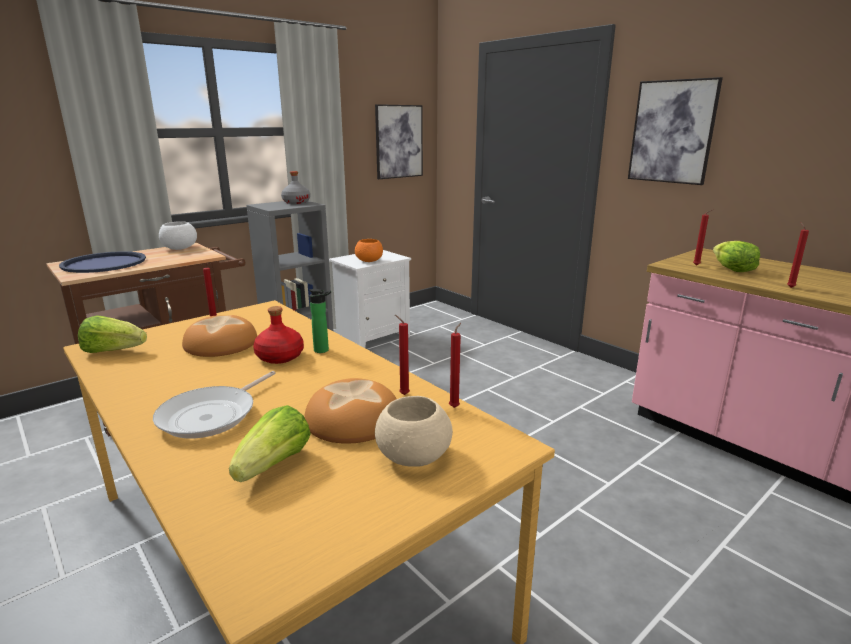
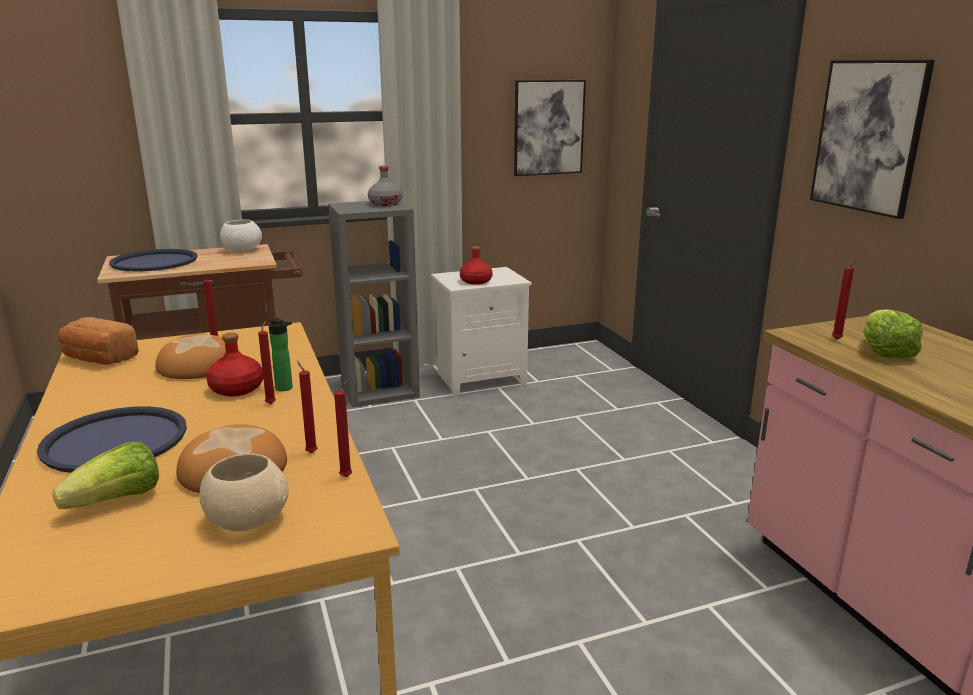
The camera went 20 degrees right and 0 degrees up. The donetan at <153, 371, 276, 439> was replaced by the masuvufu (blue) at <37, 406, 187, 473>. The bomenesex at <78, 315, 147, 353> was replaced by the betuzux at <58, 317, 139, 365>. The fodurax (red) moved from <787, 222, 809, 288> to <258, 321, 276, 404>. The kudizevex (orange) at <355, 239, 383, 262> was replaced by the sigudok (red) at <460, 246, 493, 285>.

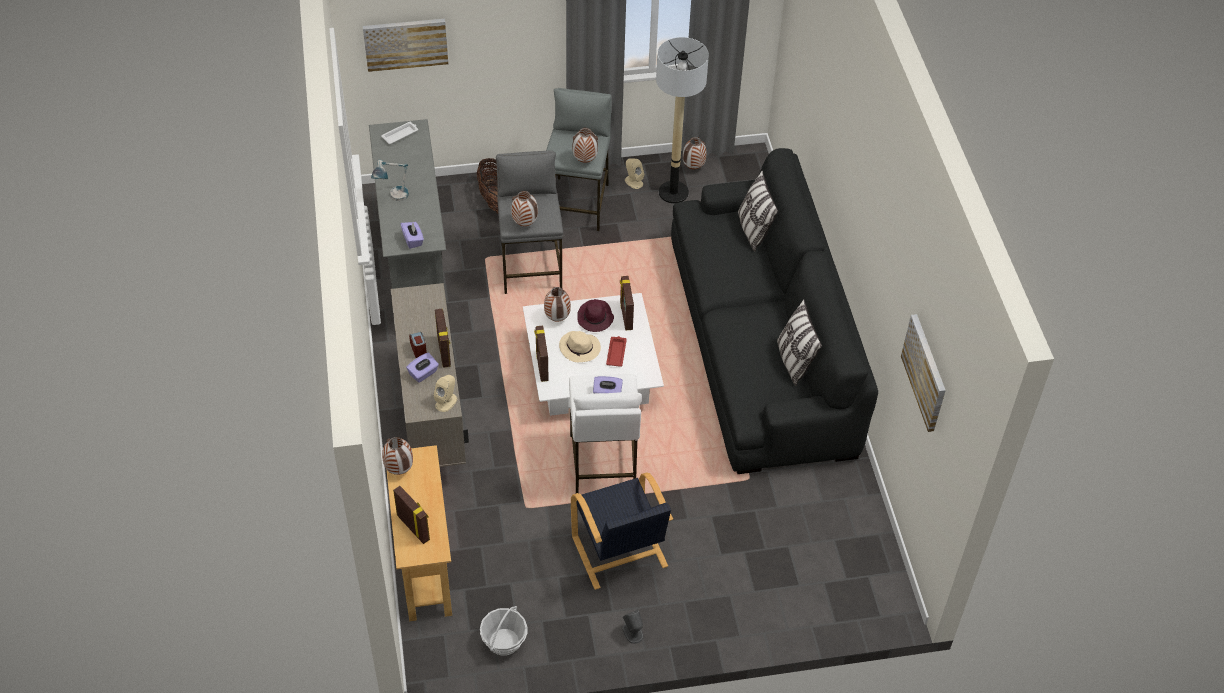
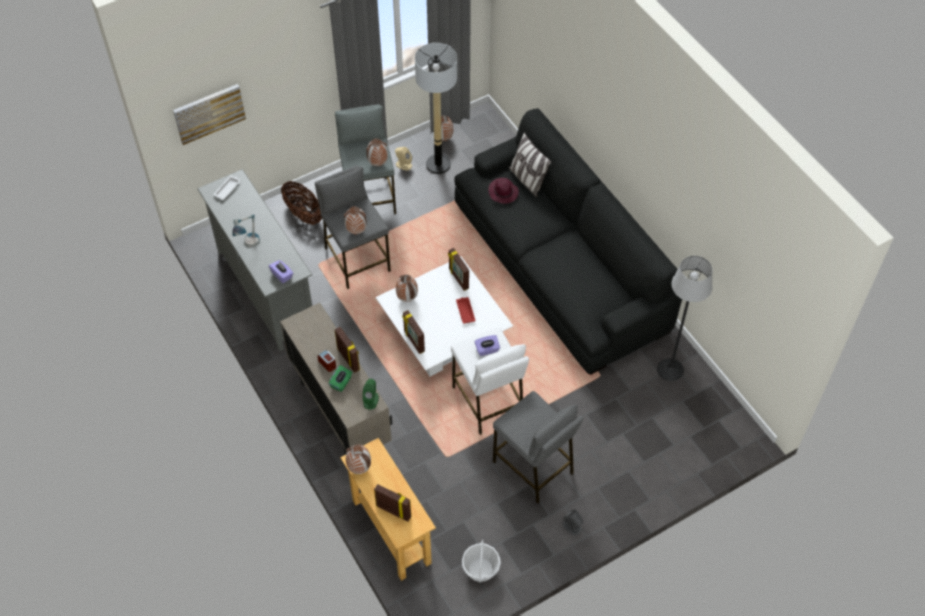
The camera went 20 degrees left and 5 degrees up. The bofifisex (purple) at <406, 352, 439, 383> became the bofifisex (green) at <329, 365, 353, 392>. The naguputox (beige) at <433, 375, 457, 412> became the naguputox (green) at <363, 379, 379, 410>. The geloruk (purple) moved from <577, 299, 614, 332> to <488, 178, 519, 204>. The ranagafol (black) at <571, 472, 673, 590> was replaced by the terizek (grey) at <493, 391, 584, 504>. The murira at <657, 256, 713, 381> appeared. The geloruk (beige) at <559, 331, 601, 362> disappeared. The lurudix at <777, 299, 822, 386> disappeared. The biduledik at <901, 314, 946, 432> disappeared.

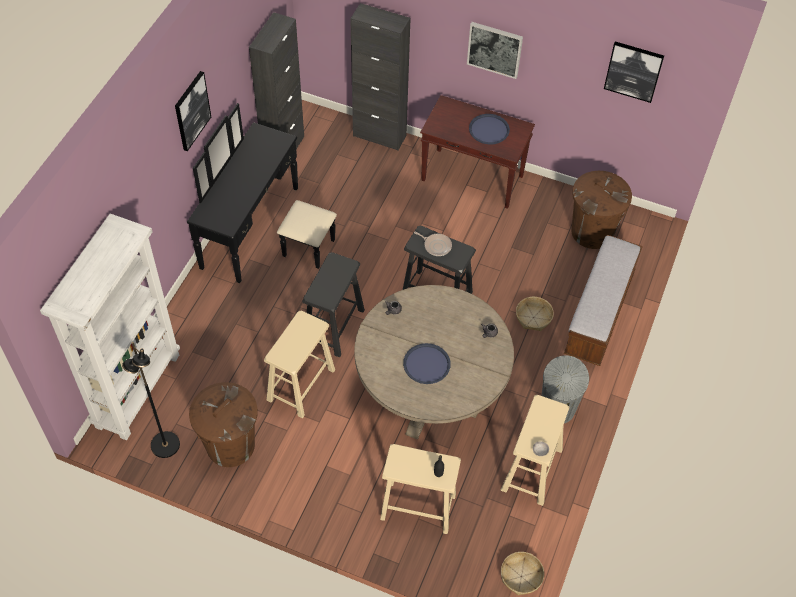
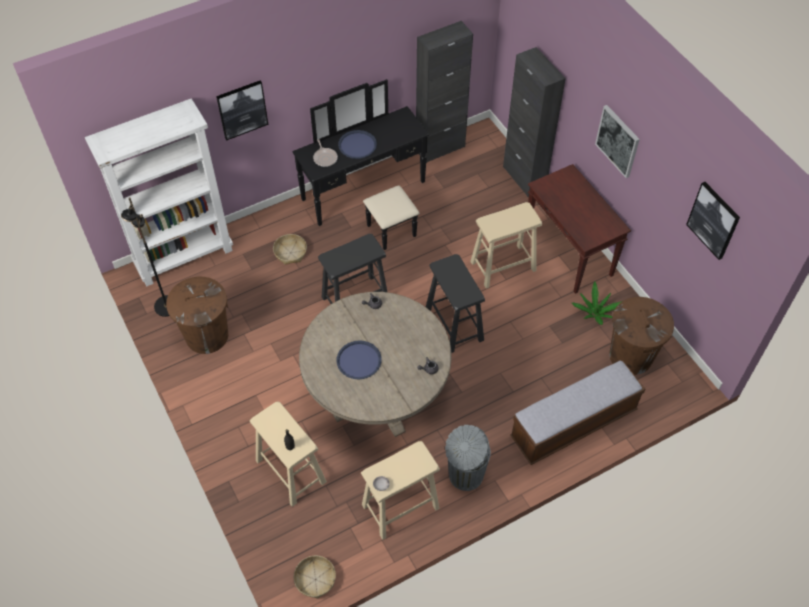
The camera went 40 degrees right and 0 degrees up. The biduledik moved from <175, 71, 211, 151> to <216, 81, 268, 141>. The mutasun moved from <516, 297, 554, 331> to <273, 234, 307, 265>. The donetan moved from <414, 232, 452, 256> to <313, 139, 338, 167>. The masuvufu (blue) moved from <469, 114, 510, 144> to <338, 130, 377, 159>. The terizek (beige) moved from <264, 311, 335, 418> to <470, 202, 542, 288>. The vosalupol at <572, 281, 622, 325> appeared.

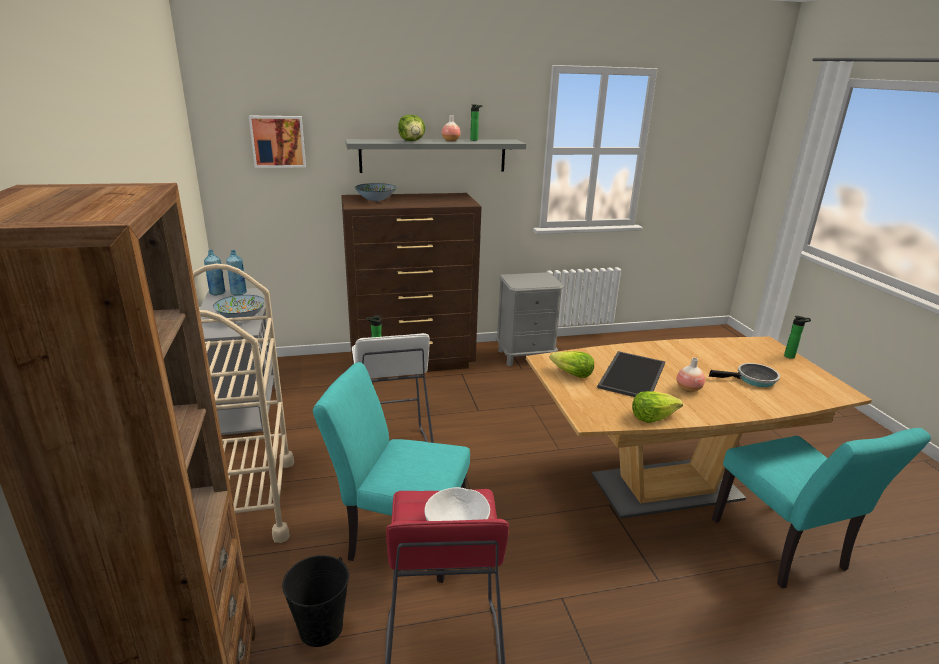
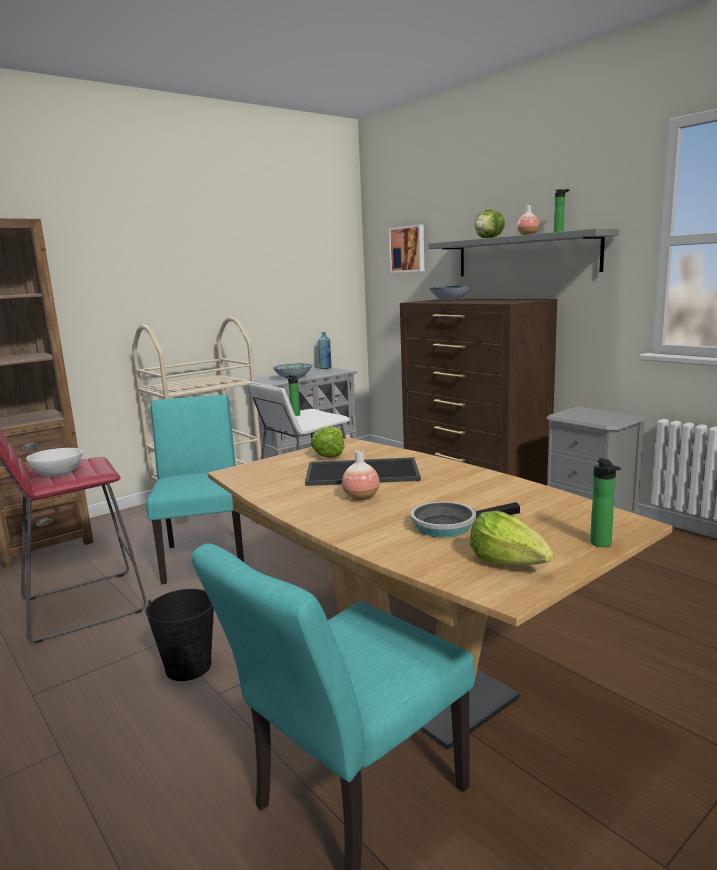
The camera went 65 degrees right and 10 degrees down. The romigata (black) moved from <282, 555, 349, 647> to <145, 589, 214, 681>. The donetan at <709, 363, 780, 387> turned 105 degrees clockwise. The bomenesex moved from <632, 391, 683, 423> to <470, 510, 553, 566>. The sigudok (blue) at <226, 250, 247, 295> disappeared.

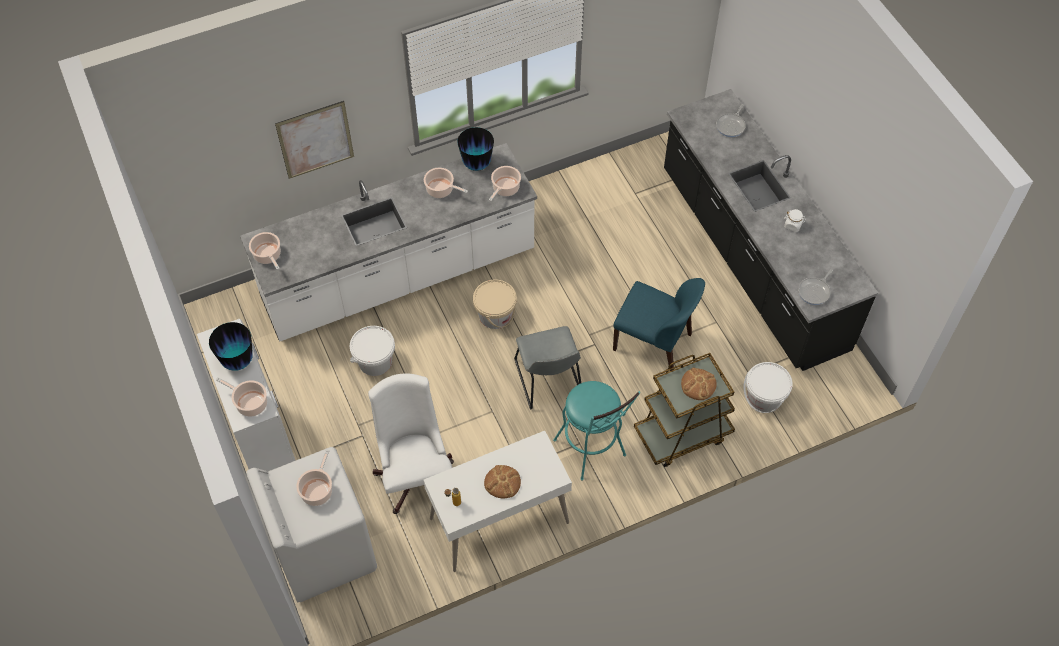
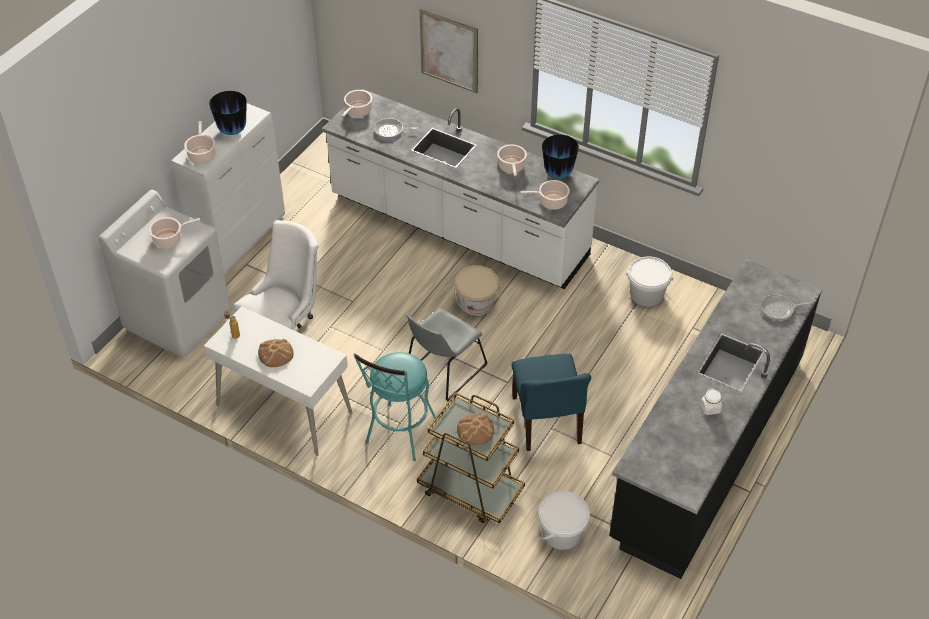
The camera went 55 degrees right and 10 degrees down. The donetan moved from <798, 269, 833, 305> to <374, 118, 418, 139>. The romigata (white) moved from <350, 326, 395, 376> to <626, 256, 673, 307>.

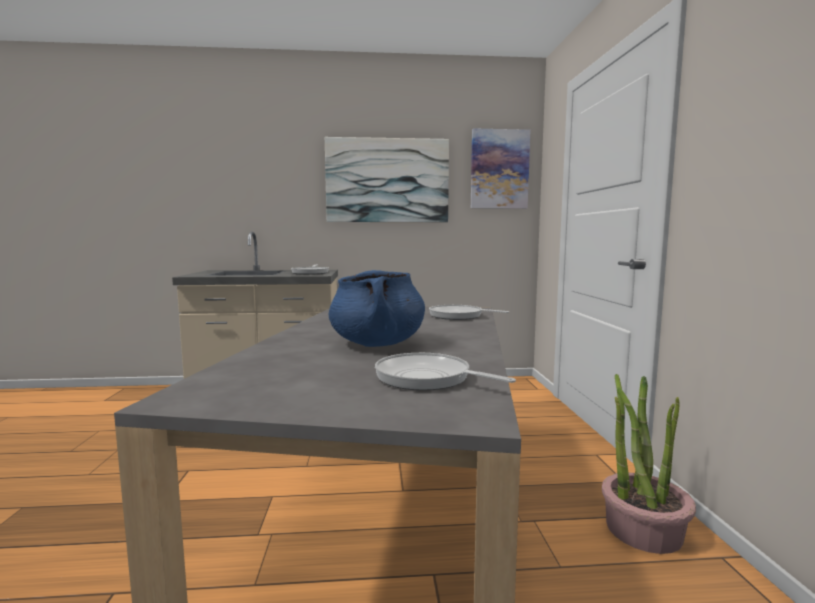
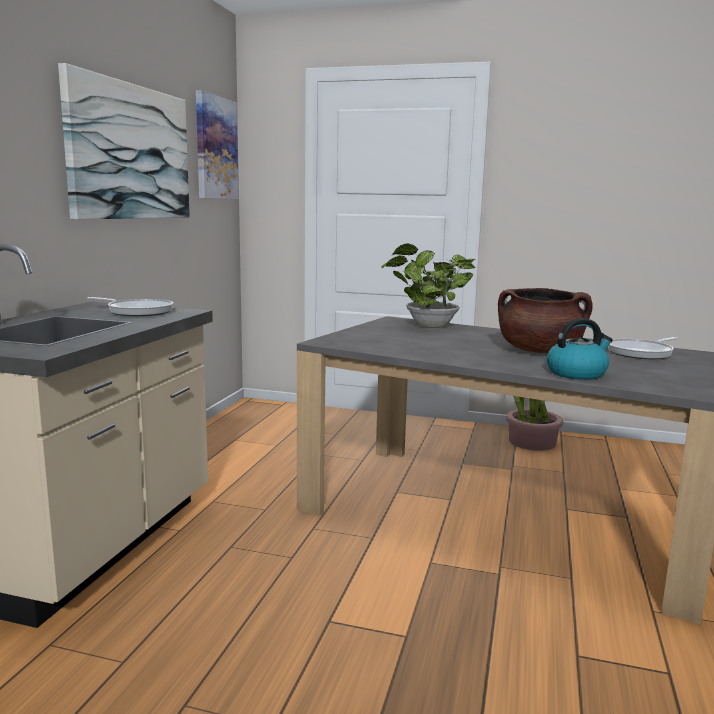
The camera went 70 degrees left and 5 degrees up. The donetan at <429, 305, 509, 320> was replaced by the vosalupol at <381, 243, 475, 328>. The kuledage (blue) at <329, 270, 425, 347> became the kuledage (brown) at <498, 288, 593, 353>. The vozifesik at <547, 318, 613, 380> appeared.

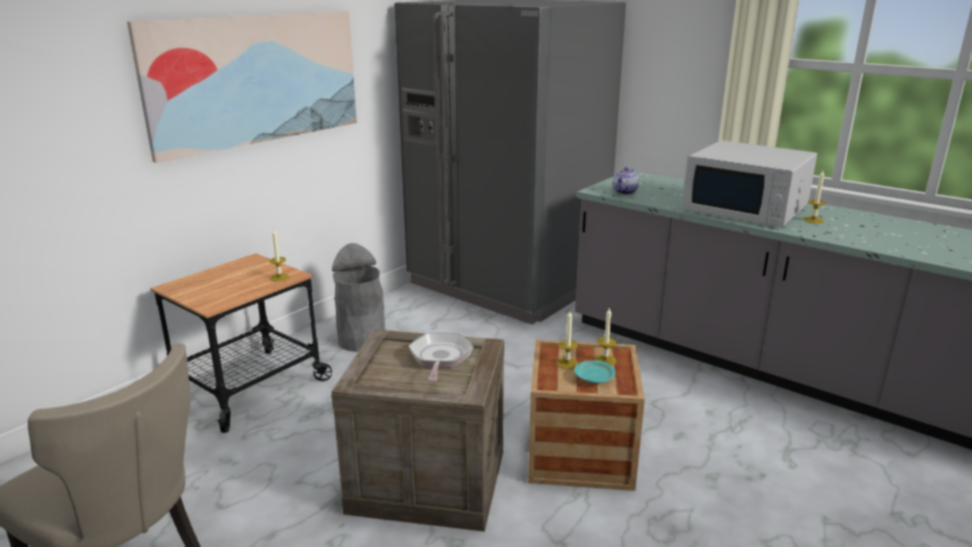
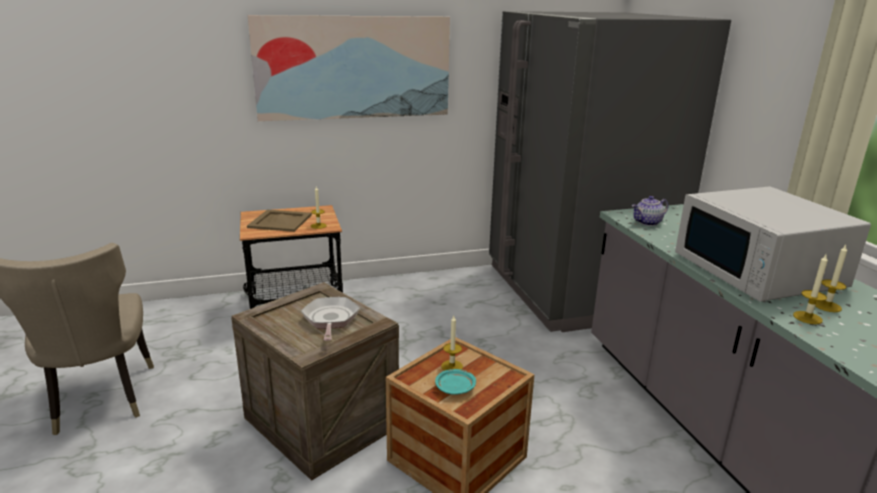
The camera went 35 degrees right and 0 degrees up. The masuvufu (beige) at <247, 210, 312, 232> appeared. The donetan at <408, 332, 473, 382> turned 45 degrees counterclockwise. The fodurax moved from <594, 308, 616, 365> to <793, 255, 828, 324>. The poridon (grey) at <332, 243, 385, 352> disappeared.

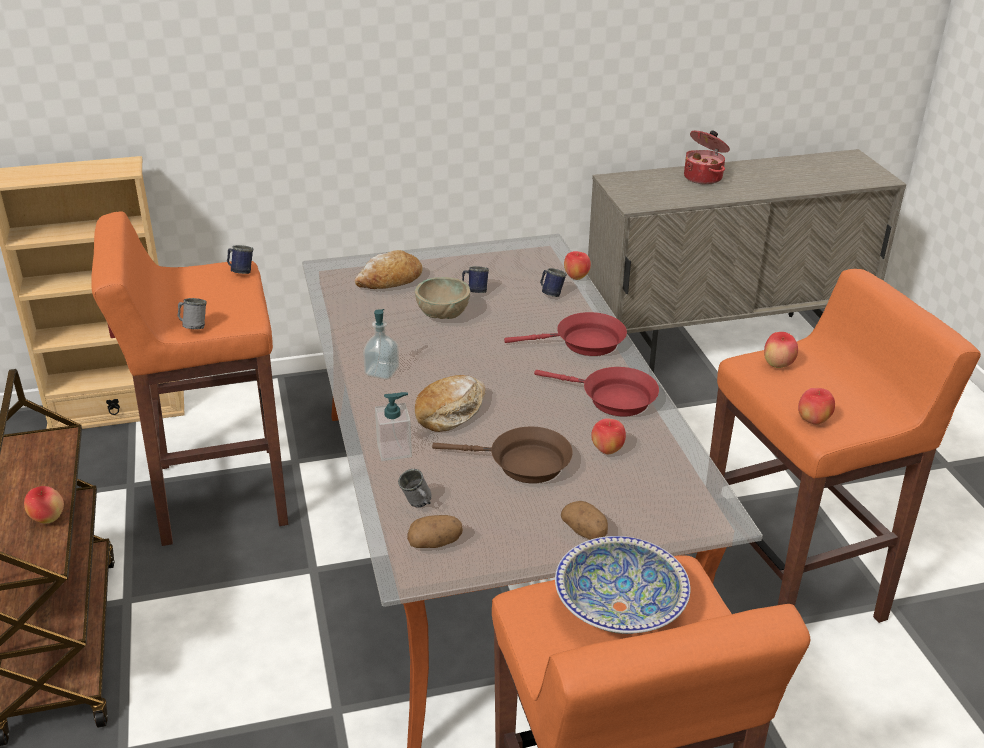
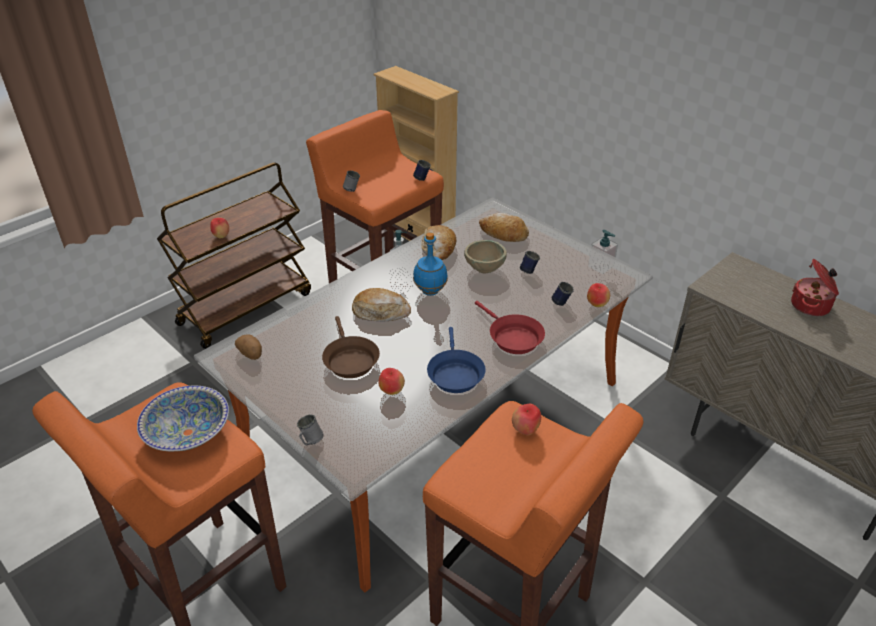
The camera went 60 degrees right and 5 degrees up. The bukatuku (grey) moved from <398, 469, 432, 508> to <297, 414, 324, 445>. The sigudok (blue) at <413, 232, 448, 296> appeared. The betuzux at <421, 225, 456, 260> appeared. The donetan (red) at <534, 367, 659, 417> became the donetan (blue) at <427, 327, 486, 393>. The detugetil moved from <375, 392, 412, 461> to <588, 230, 618, 274>. The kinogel at <561, 501, 608, 540> disappeared. The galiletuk at <798, 388, 835, 425> disappeared.

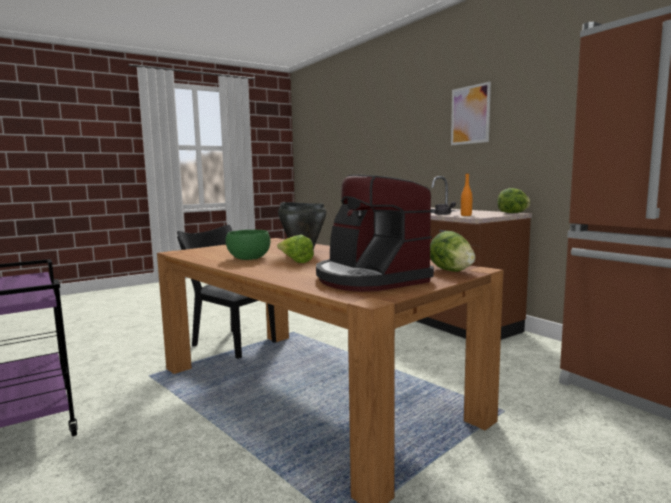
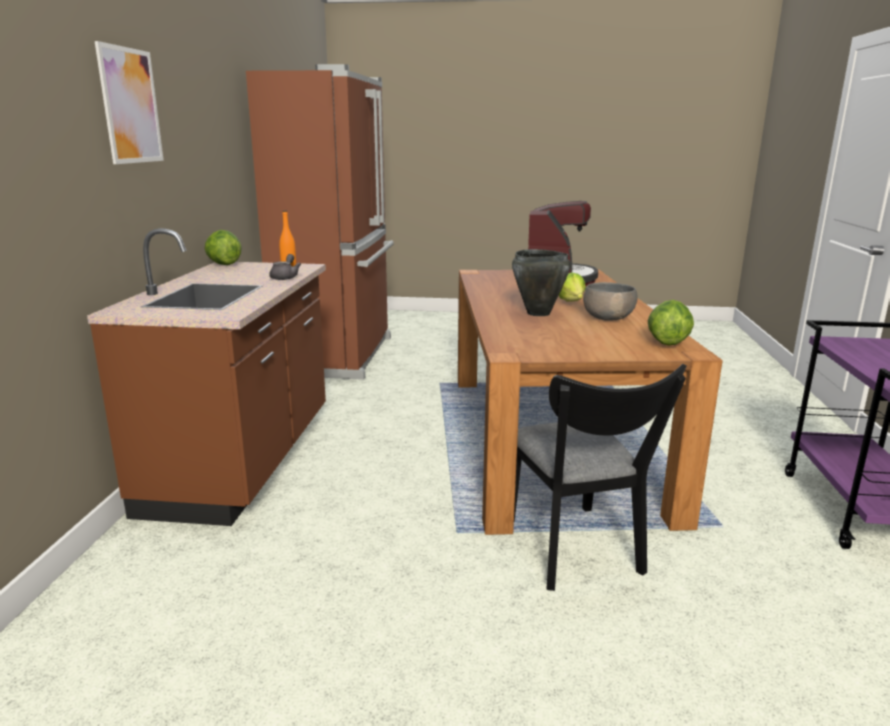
The camera went 140 degrees left and 10 degrees up. The kudizevex (green) at <226, 230, 270, 260> became the kudizevex (grey) at <583, 282, 638, 321>. The bomenesex moved from <430, 231, 475, 272> to <648, 300, 694, 346>.

